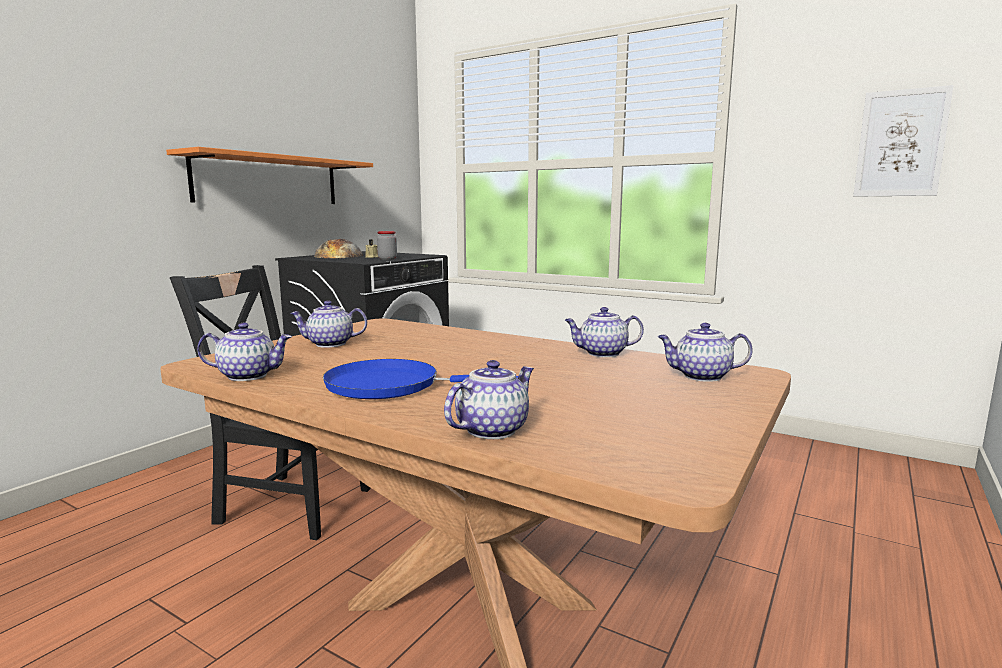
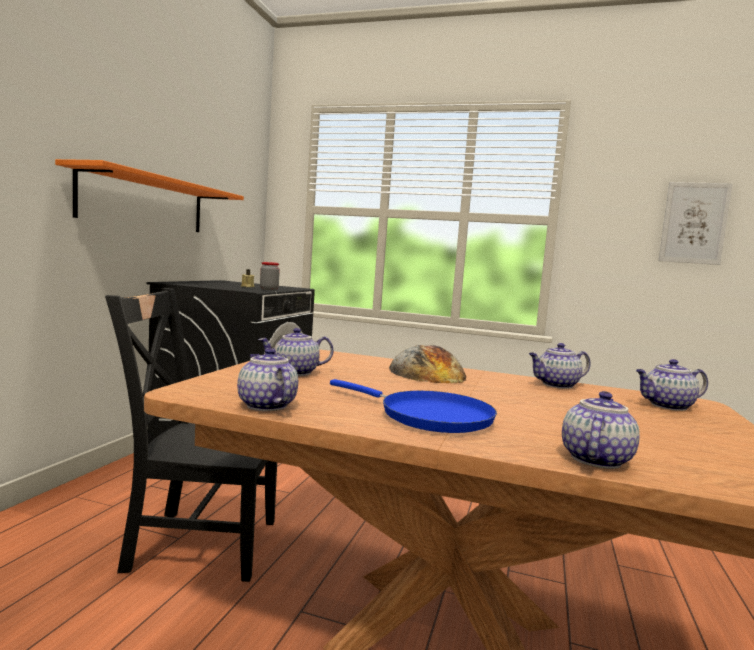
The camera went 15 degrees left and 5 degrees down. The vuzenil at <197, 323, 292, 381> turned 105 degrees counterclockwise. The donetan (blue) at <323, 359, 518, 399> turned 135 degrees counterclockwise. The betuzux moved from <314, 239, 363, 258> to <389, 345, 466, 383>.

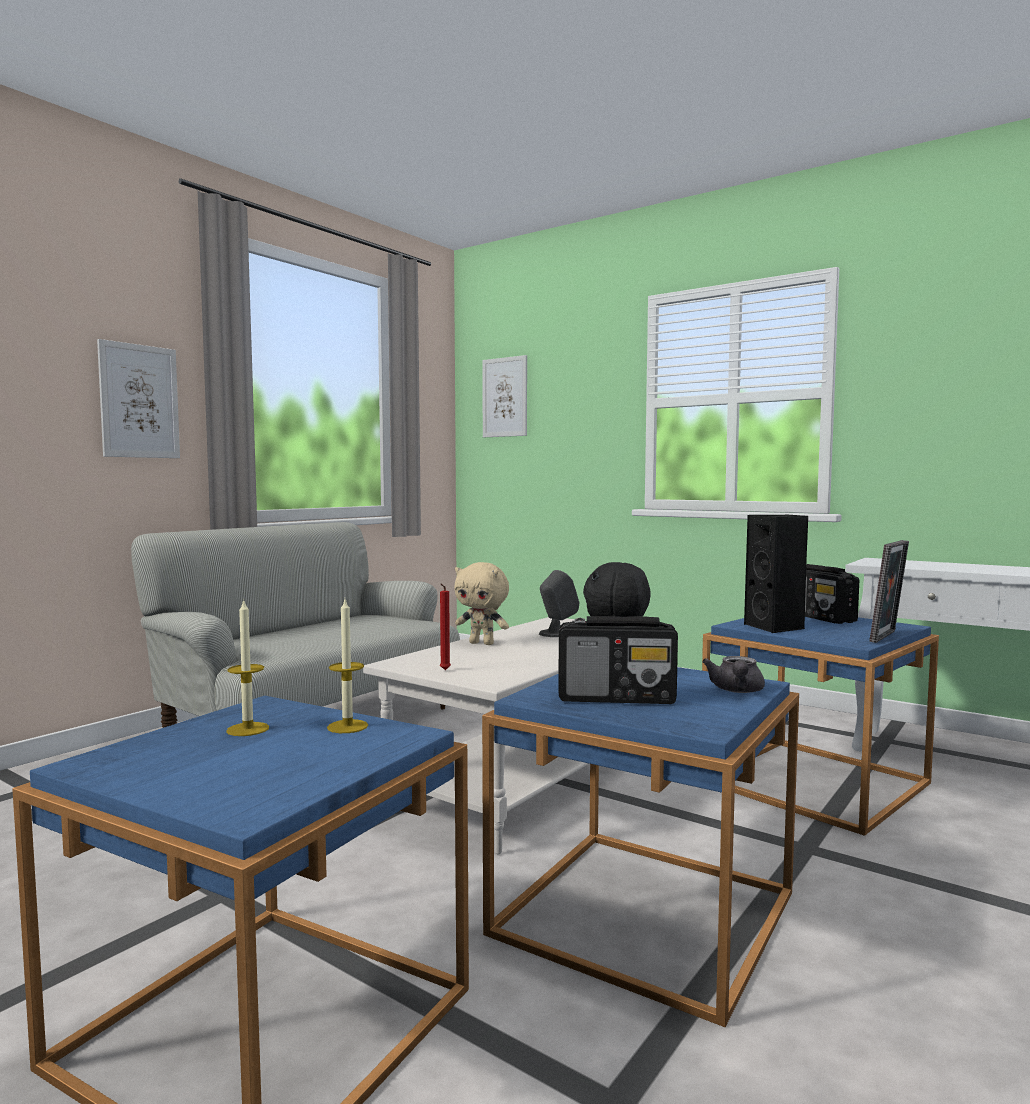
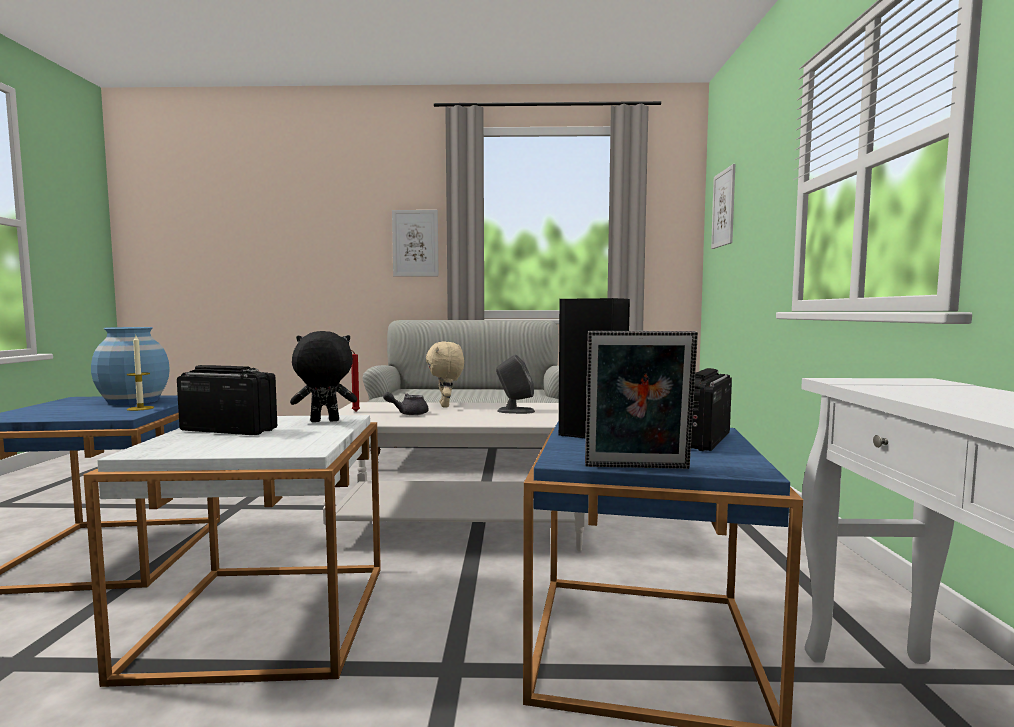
The camera went 55 degrees right and 0 degrees up. The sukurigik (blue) at <482, 667, 799, 1027> became the sukurigik (white) at <84, 415, 381, 687>. The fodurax at <226, 599, 269, 736> was replaced by the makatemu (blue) at <91, 327, 170, 405>. The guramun at <558, 616, 678, 704> turned 135 degrees clockwise. The vuzenil (grey) moved from <702, 656, 765, 693> to <383, 392, 429, 415>.

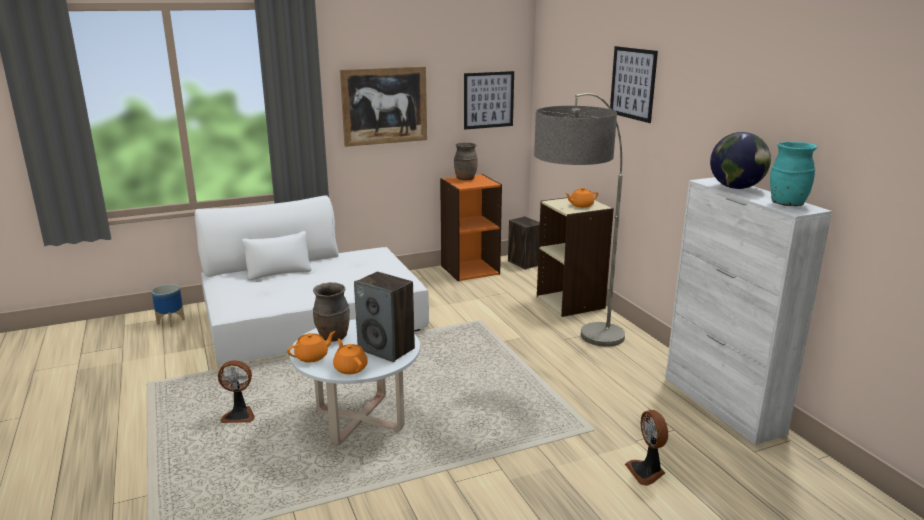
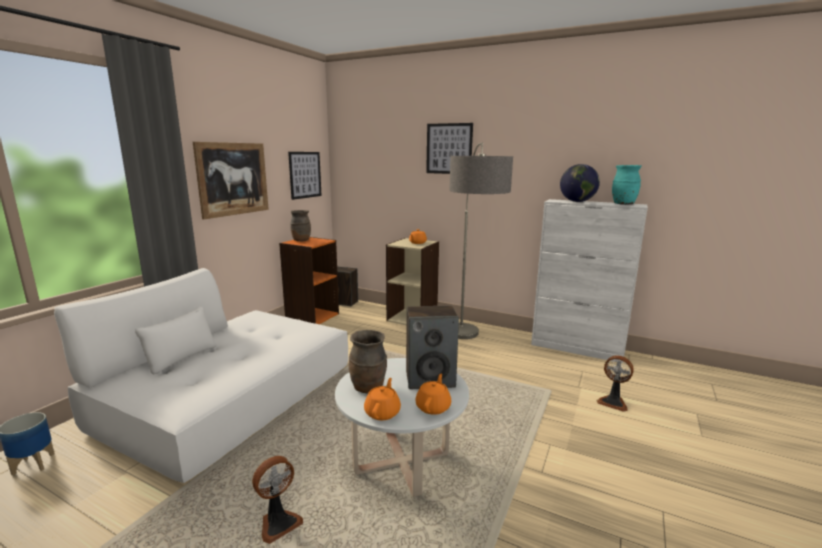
The camera went 40 degrees left and 5 degrees down. The vuzenil (orange) at <333, 339, 368, 374> turned 90 degrees clockwise.

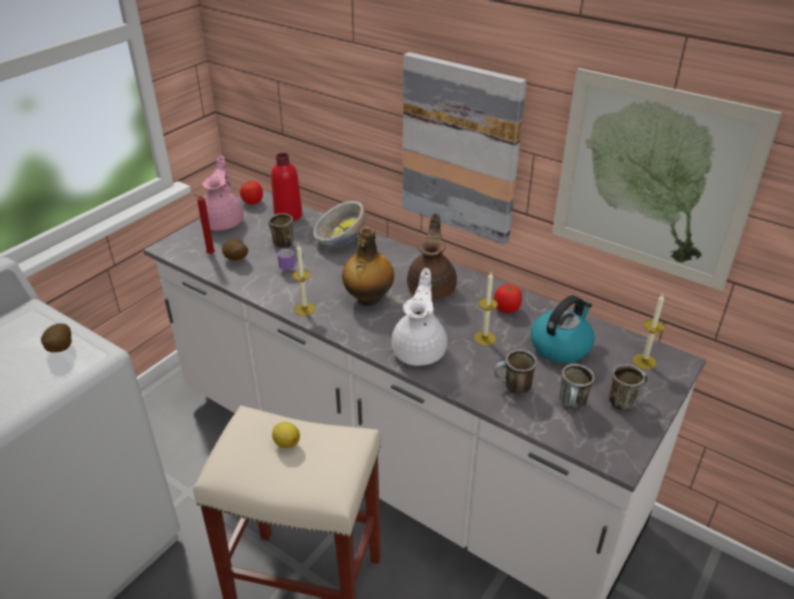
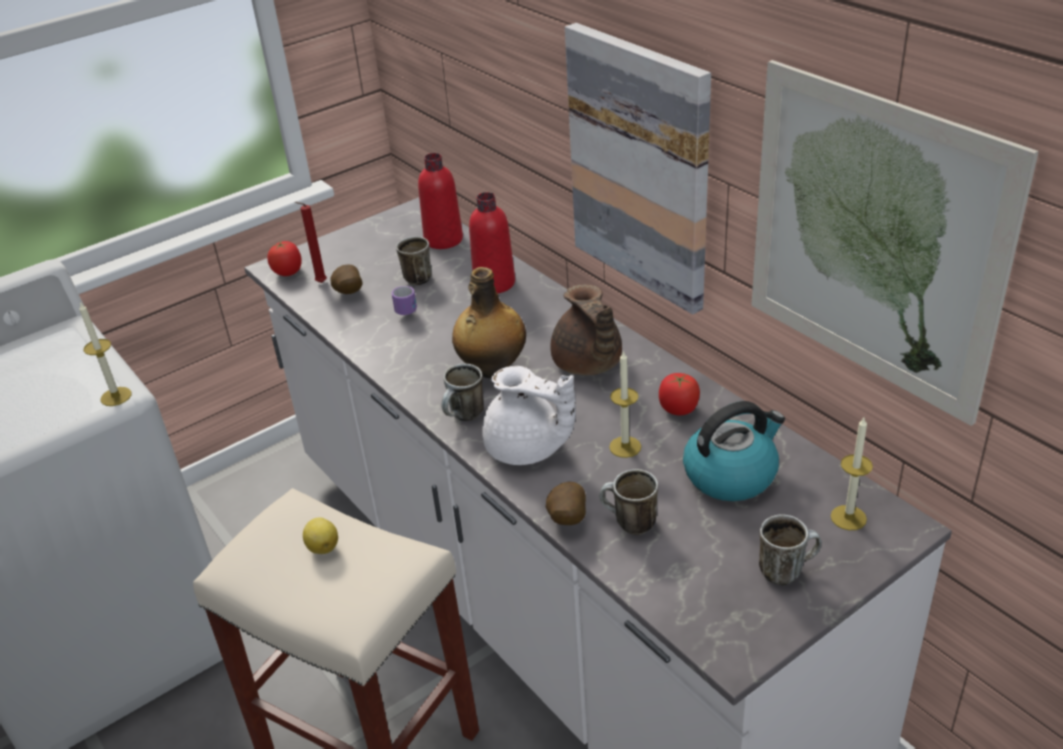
The camera went 20 degrees right and 0 degrees up. The fodurax moved from <292, 245, 315, 316> to <79, 301, 132, 406>. The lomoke moved from <240, 181, 263, 205> to <267, 240, 302, 276>. The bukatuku moved from <559, 364, 595, 410> to <442, 364, 484, 421>. The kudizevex at <313, 201, 366, 246> was replaced by the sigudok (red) at <469, 192, 515, 293>. The vuzenil (white) at <392, 268, 447, 366> turned 90 degrees clockwise. The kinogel moved from <41, 323, 72, 352> to <546, 482, 586, 525>. The vuzenil (brown) at <407, 213, 457, 300> turned 135 degrees clockwise. The vuzenil (pink) at <199, 155, 244, 231> disappeared.

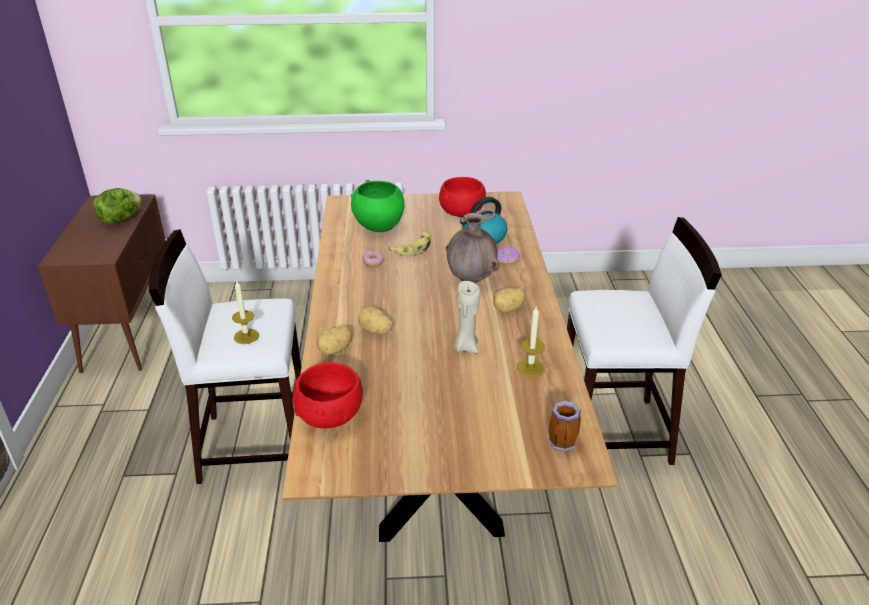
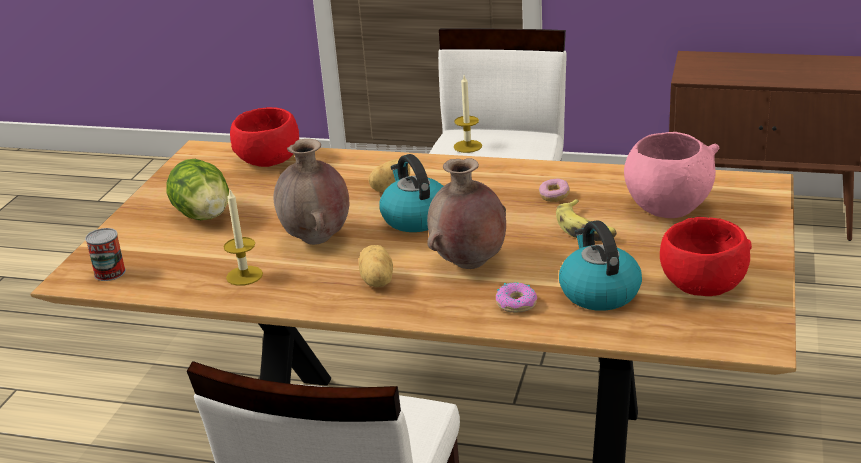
The camera went 110 degrees right and 5 degrees down. The bukatuku at <548, 400, 581, 452> was replaced by the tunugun at <85, 228, 126, 281>. The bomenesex moved from <93, 188, 141, 224> to <166, 159, 229, 220>. The fodurax (beige) at <454, 281, 480, 353> was replaced by the makatemu (brown) at <273, 139, 349, 245>. The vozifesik at <380, 154, 443, 232> appeared. The kudizevex (green) at <350, 180, 404, 232> became the kudizevex (pink) at <624, 132, 719, 218>. The kinogel at <317, 327, 352, 355> disappeared.

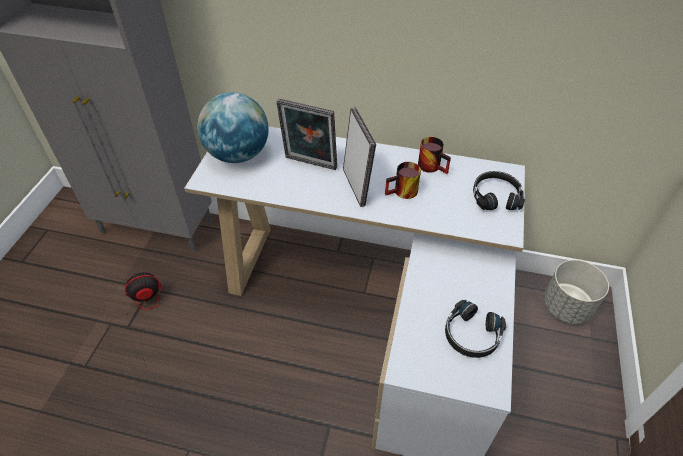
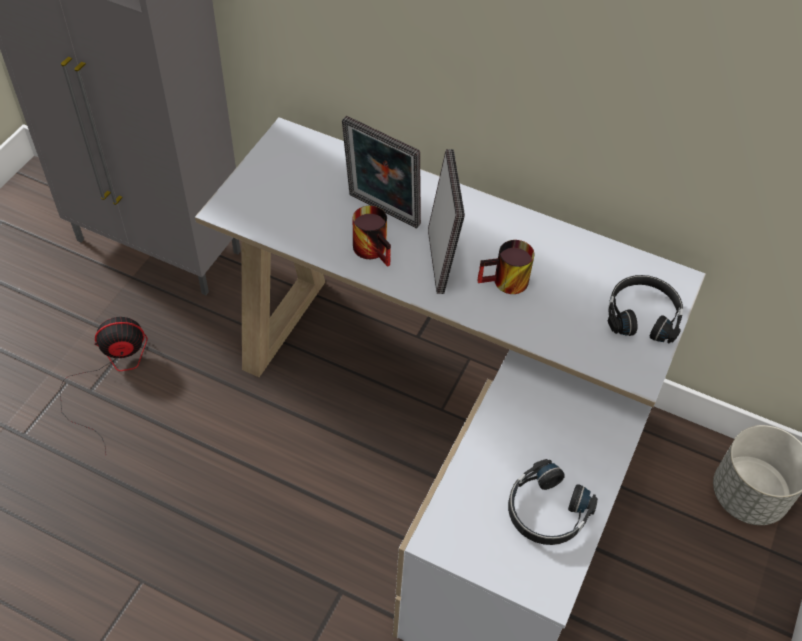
The camera went 10 degrees right and 5 degrees up. The bukatuku moved from <418, 137, 451, 174> to <353, 206, 391, 267>. The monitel at <197, 92, 269, 163> disappeared.

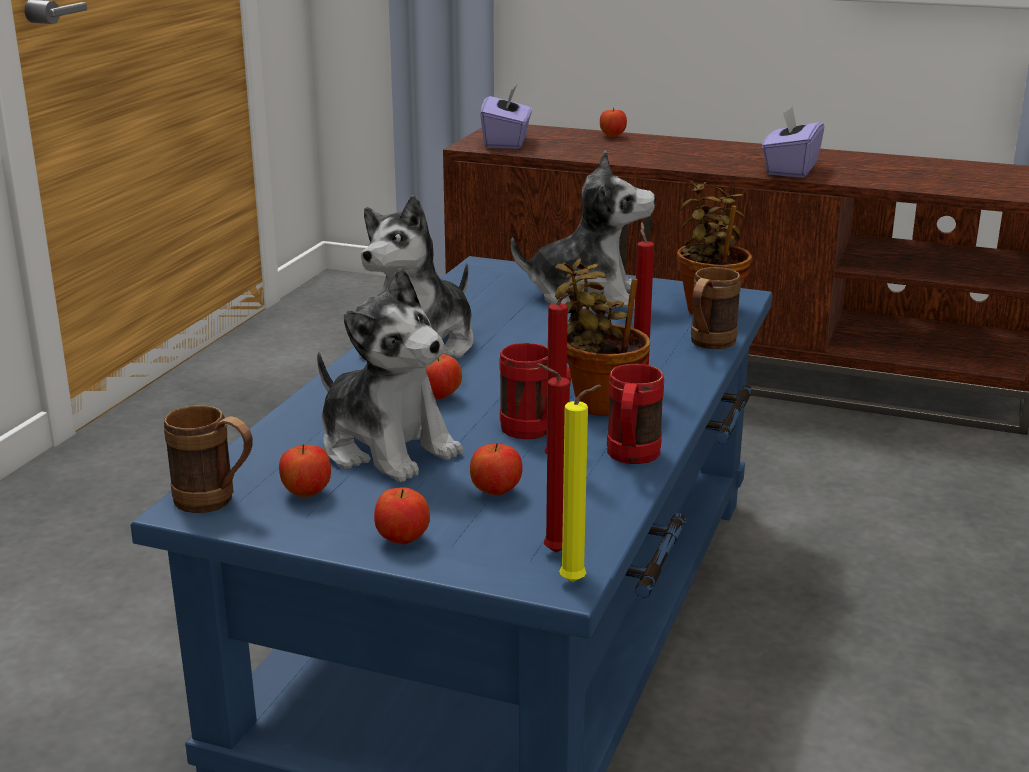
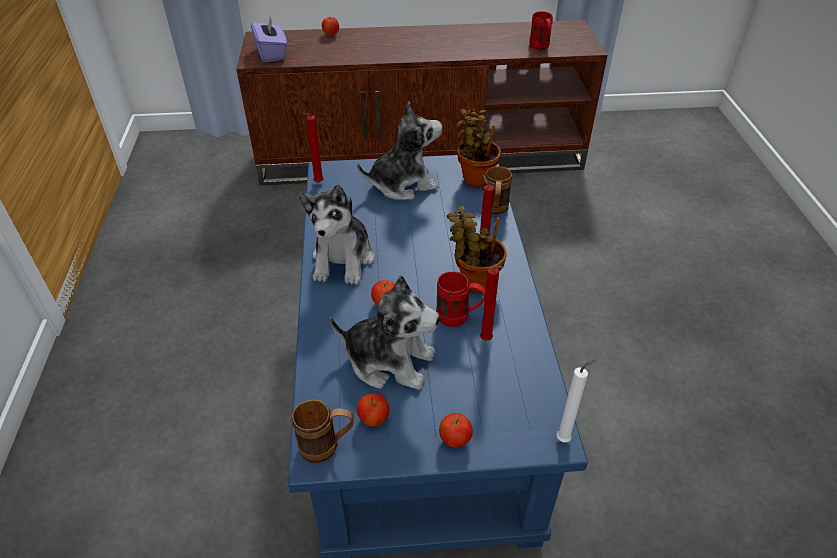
The camera went 25 degrees left and 20 degrees up. The fodurax (red) moved from <537, 363, 570, 553> to <303, 112, 324, 183>. The bukatuku (red) moved from <607, 364, 664, 464> to <529, 11, 553, 50>. The fodurax (yellow) at <559, 385, 602, 582> became the fodurax (white) at <556, 360, 596, 442>. The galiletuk at <470, 443, 523, 496> disappeared. The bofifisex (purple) at <762, 106, 824, 178> disappeared.

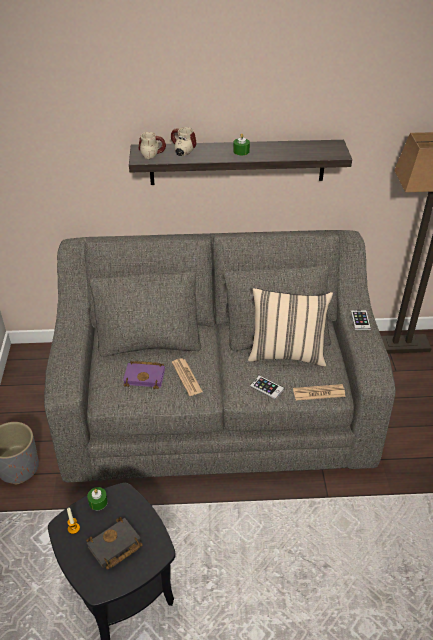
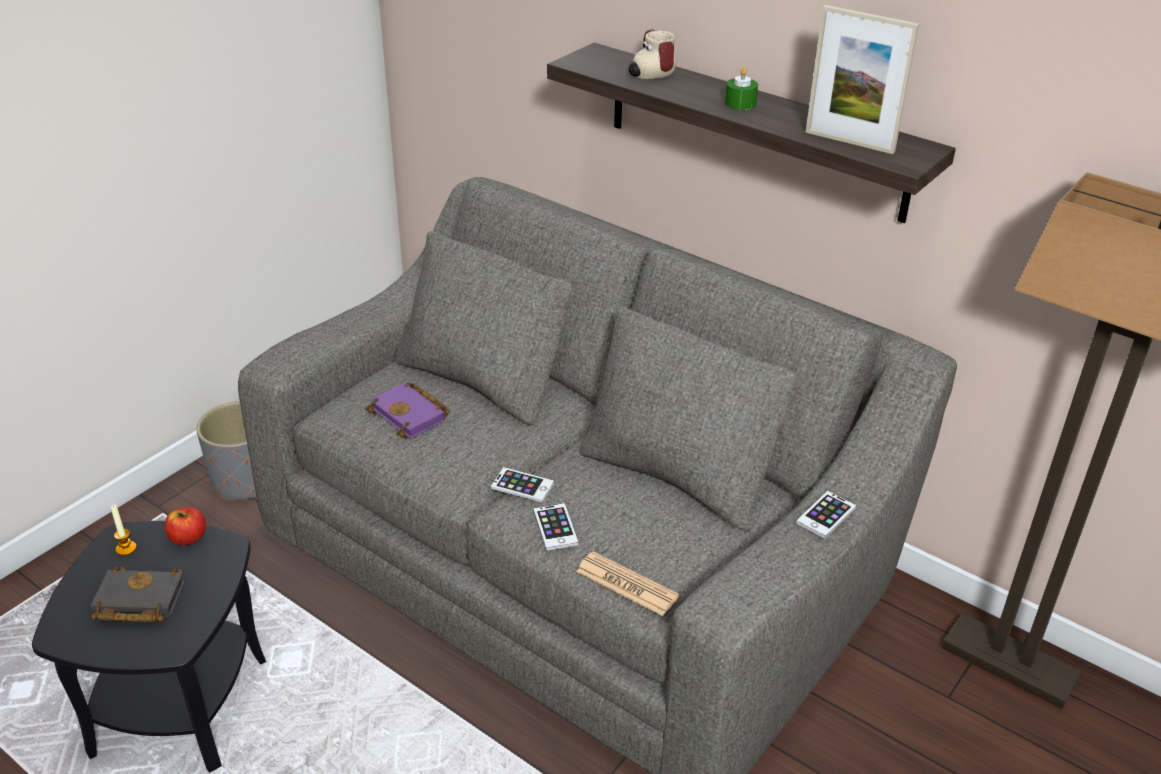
The camera went 40 degrees right and 5 degrees down. The fodurax (green) at <87, 487, 108, 510> was replaced by the galiletuk at <165, 507, 206, 545>. The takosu at <491, 467, 555, 503> appeared. The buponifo at <806, 5, 919, 154> appeared. The bukatuku at <139, 132, 166, 159> disappeared. The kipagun at <172, 358, 203, 396> disappeared. The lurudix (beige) at <248, 288, 333, 366> disappeared.

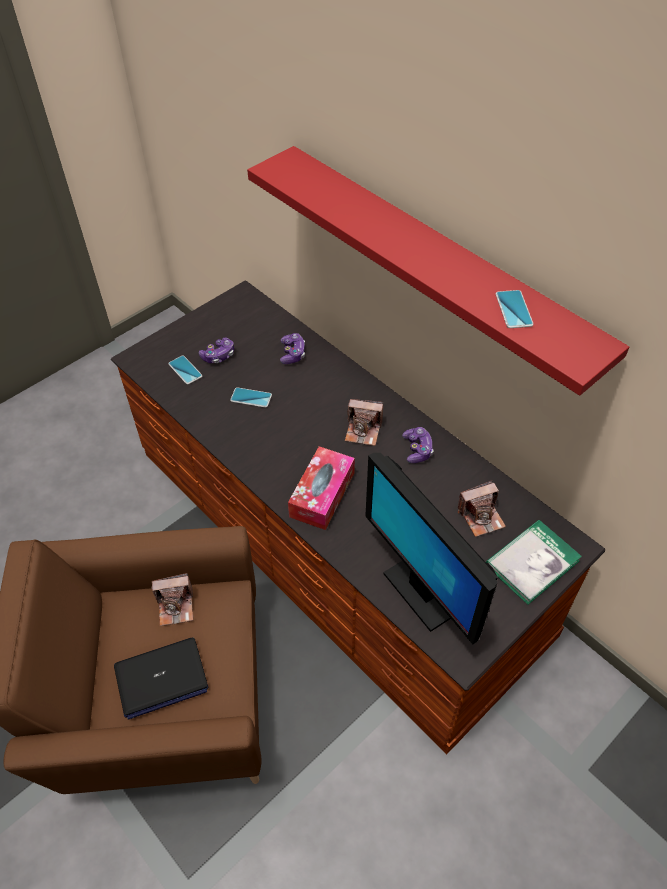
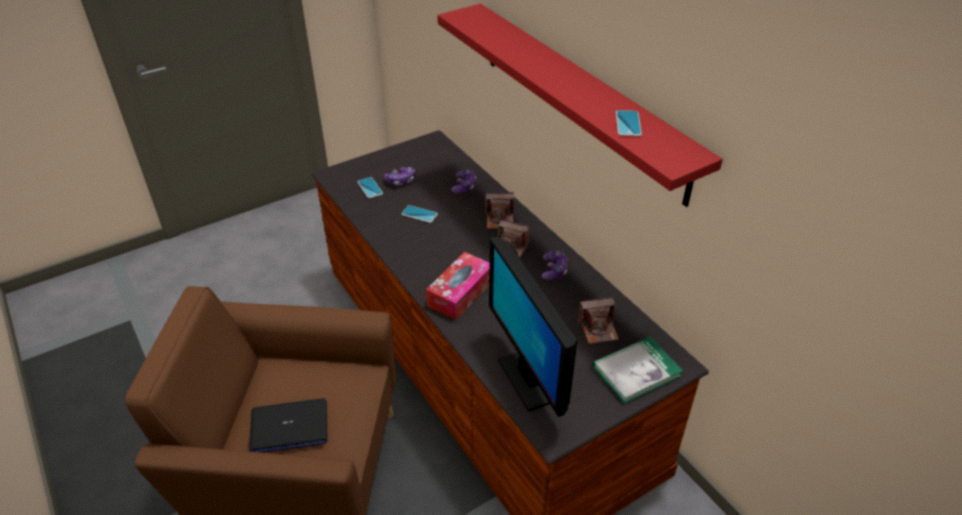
The camera went 10 degrees right and 10 degrees down. The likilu moved from <151, 573, 193, 626> to <484, 192, 514, 229>.

